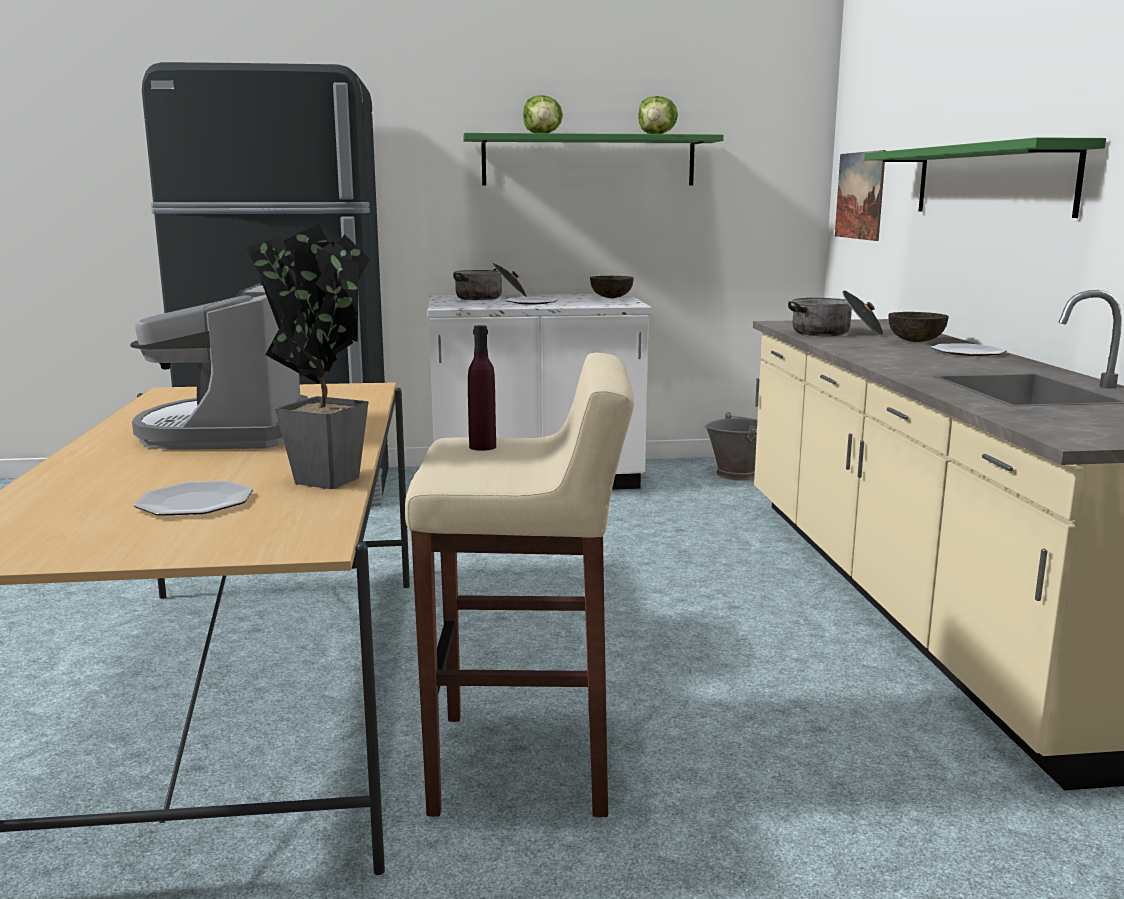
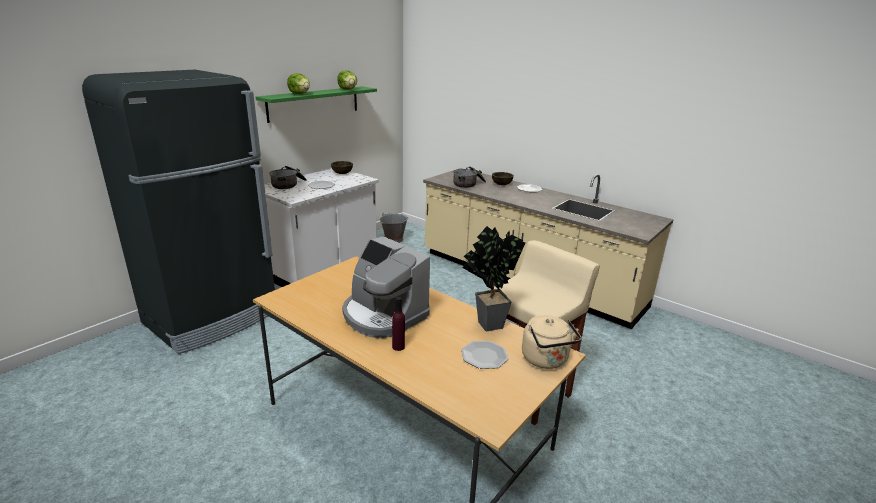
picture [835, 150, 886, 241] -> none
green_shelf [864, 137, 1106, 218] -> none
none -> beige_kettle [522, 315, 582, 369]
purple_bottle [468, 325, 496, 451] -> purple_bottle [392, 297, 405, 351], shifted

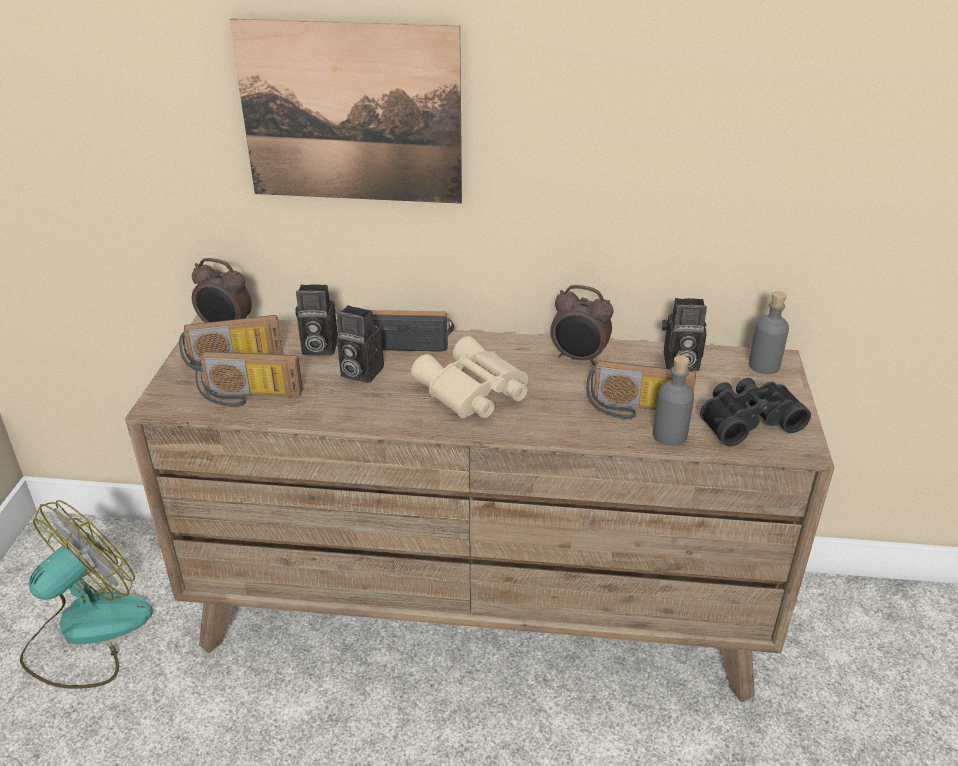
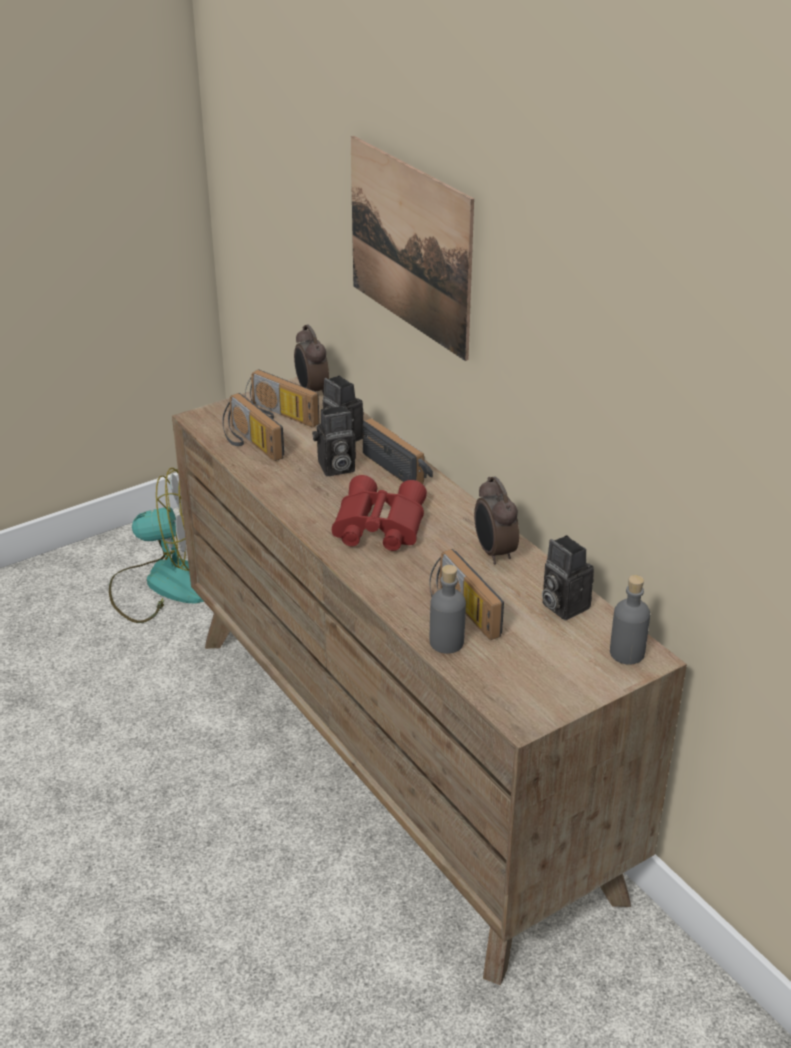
black_binoculars [700, 378, 811, 446] -> none
beige_binoculars [411, 336, 528, 418] -> red_binoculars [332, 475, 427, 551]
photo_camera [336, 305, 384, 383] -> photo_camera [312, 406, 356, 476], 90 degrees counterclockwise

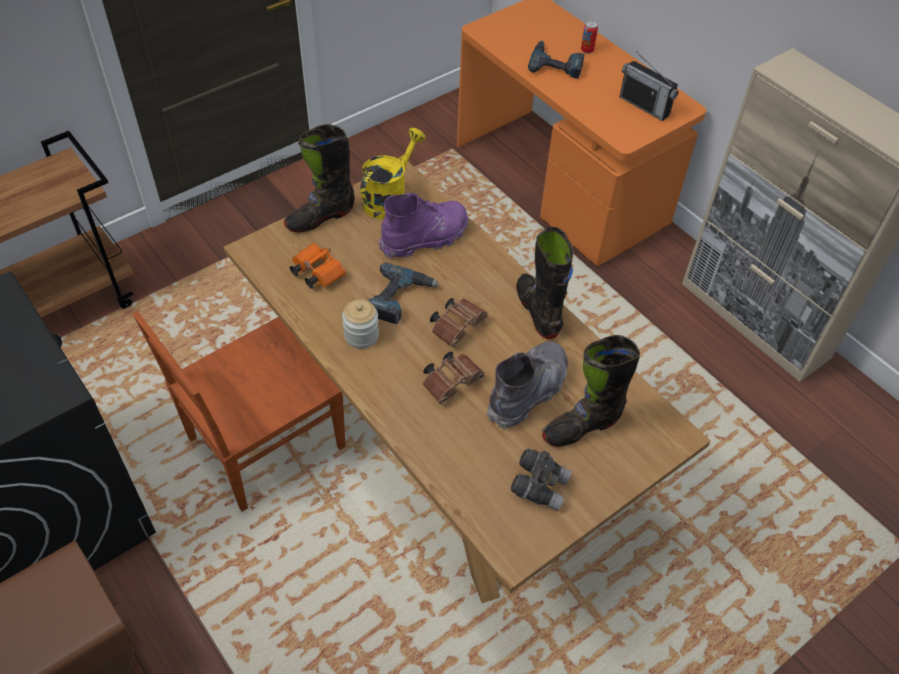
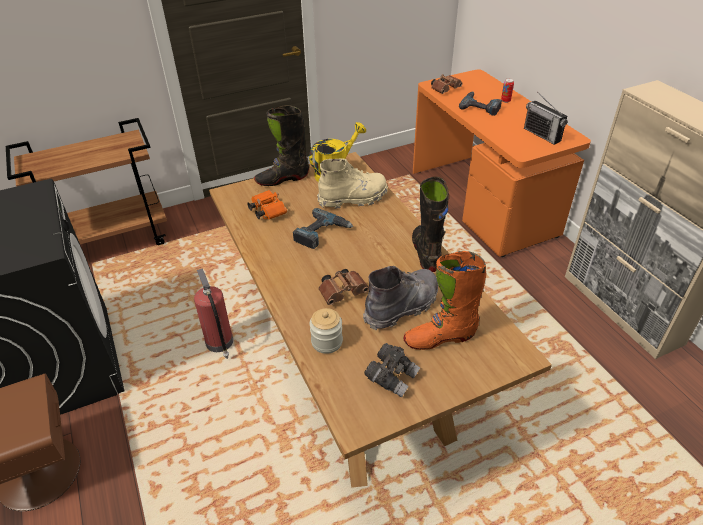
jar [342, 299, 379, 349] -> jar [310, 308, 343, 354], shifted
brown_binoculars [430, 298, 488, 347] -> brown_binoculars [431, 74, 463, 94], shifted
brown_chair [133, 312, 345, 512] -> fire_extinguisher [194, 268, 233, 359]
purple_boot [379, 193, 469, 259] -> beige_boot [317, 158, 388, 209]
black_boot [542, 335, 640, 447] -> orange_boot [404, 251, 486, 350]

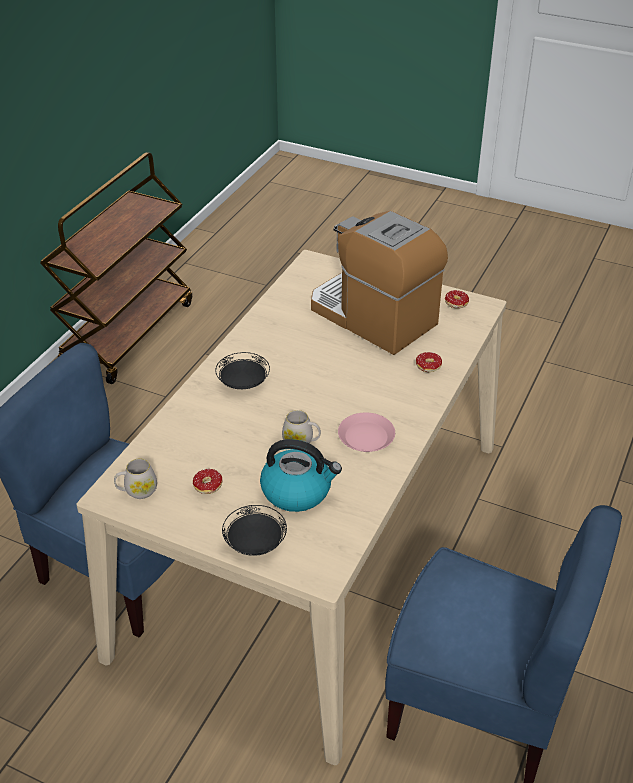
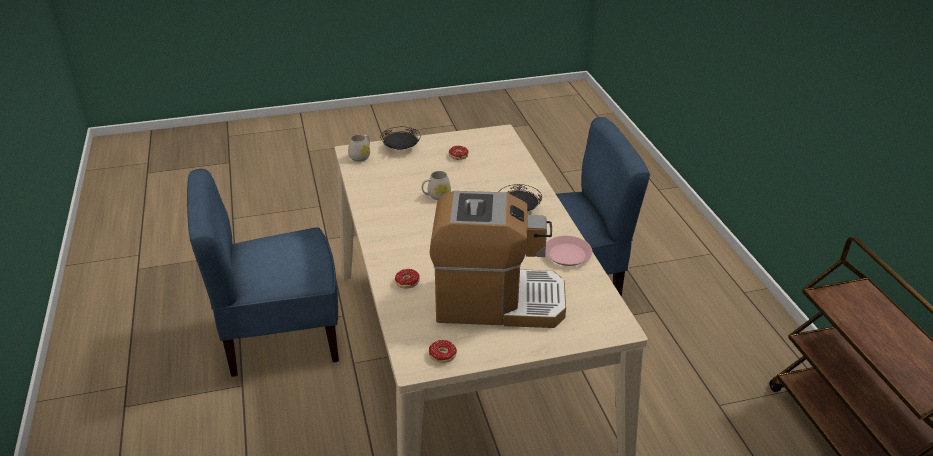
kettle [260, 439, 342, 512] -> none
white_mug [114, 459, 157, 499] -> white_mug [348, 134, 370, 162], shifted
pink_plate [338, 413, 395, 452] -> pink_plate [545, 236, 592, 266], shifted

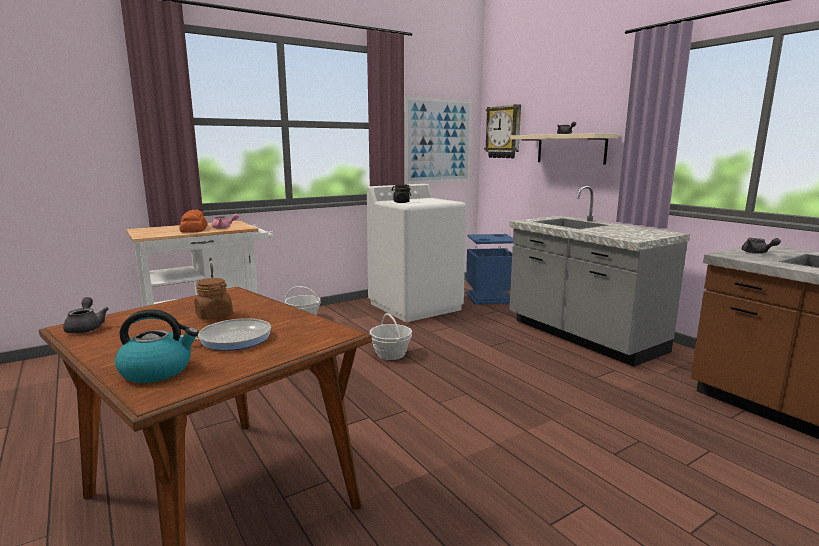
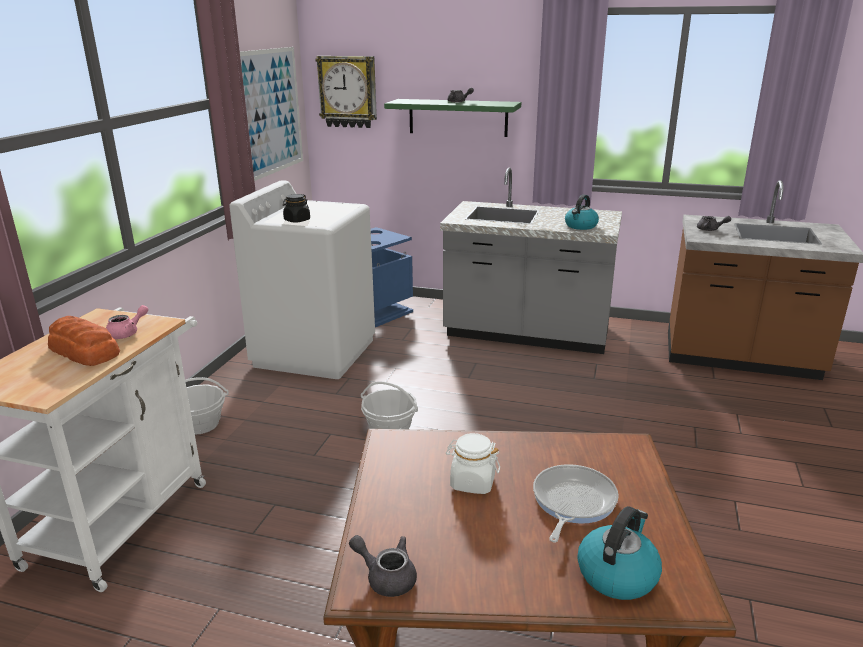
none -> kettle [565, 195, 599, 230]
brown_jar [194, 278, 233, 320] -> white_jar [446, 433, 500, 494]
beige_shelf [510, 133, 619, 164] -> green_shelf [384, 99, 521, 137]

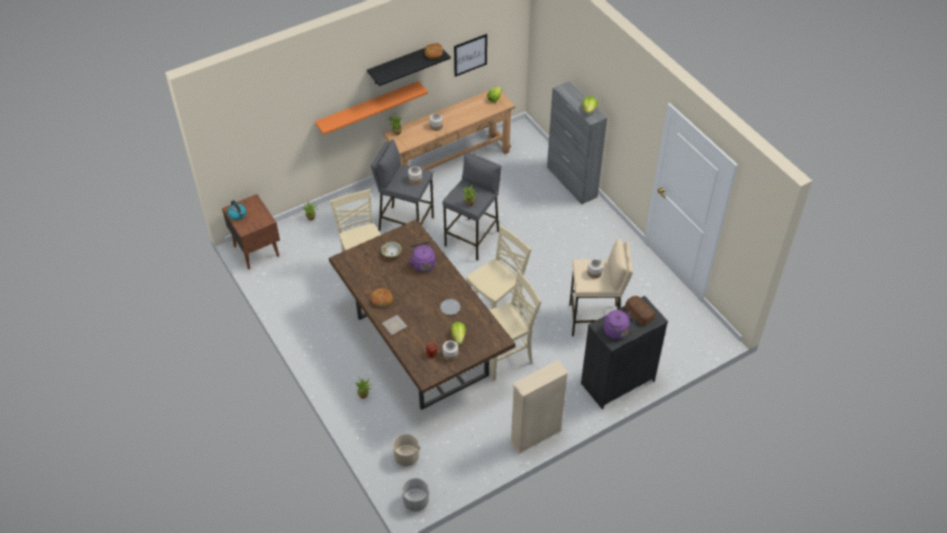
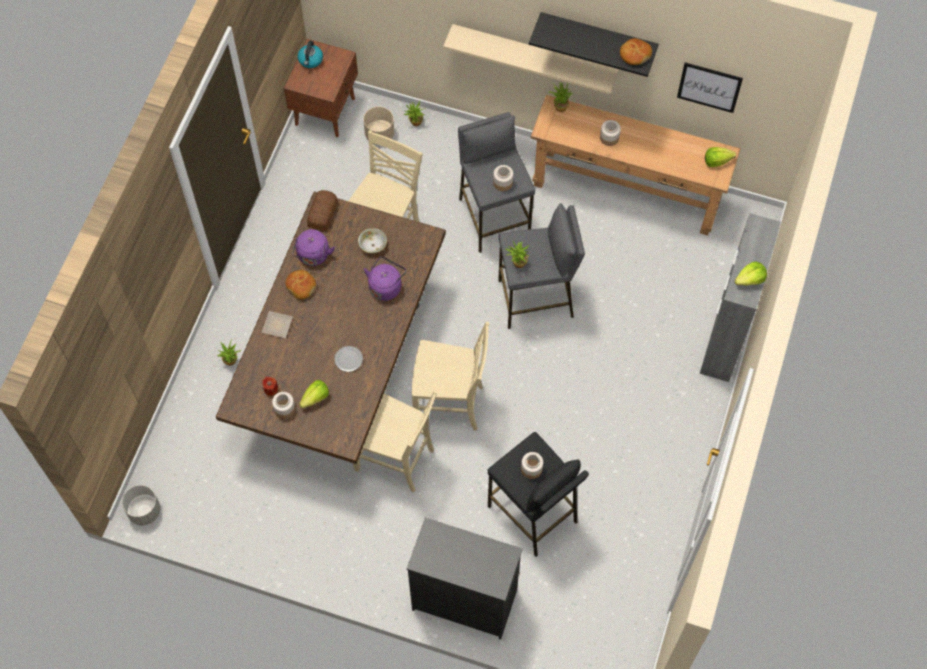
beige_bookcase [510, 360, 568, 454] -> none
beige_planter [393, 434, 419, 466] -> beige_planter [363, 107, 394, 144], shifted
purple_kettle [604, 310, 635, 339] -> purple_kettle [292, 229, 335, 266], shifted
bread [625, 296, 655, 326] -> bread [307, 190, 338, 231], shifted
orange_shelf [315, 81, 428, 135] -> beige_shelf [443, 24, 618, 94]
beige_stool [569, 238, 633, 336] -> black_stool [487, 432, 589, 557]

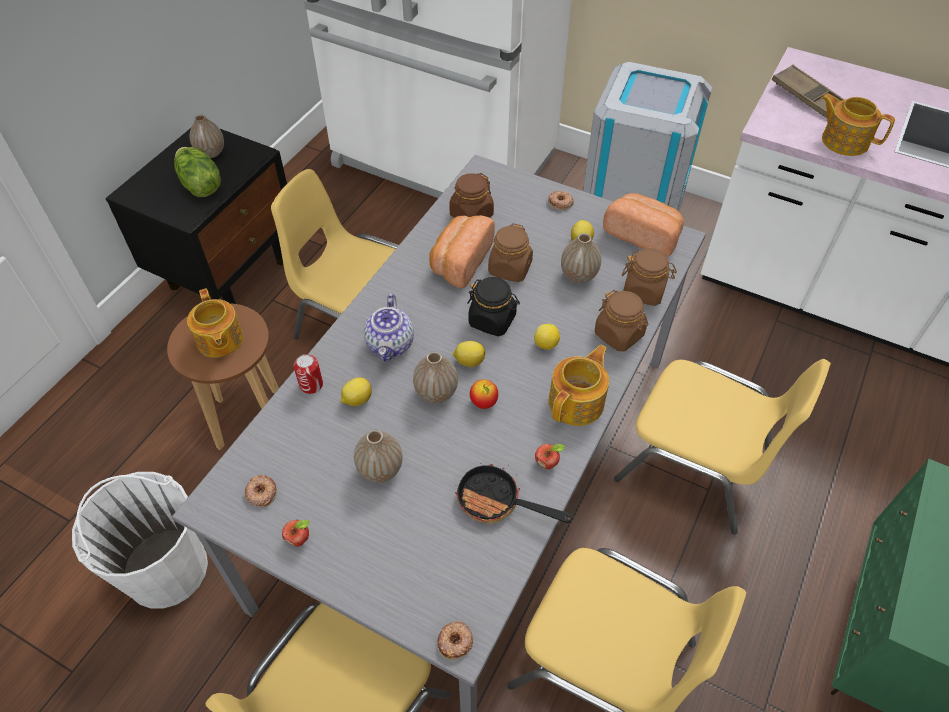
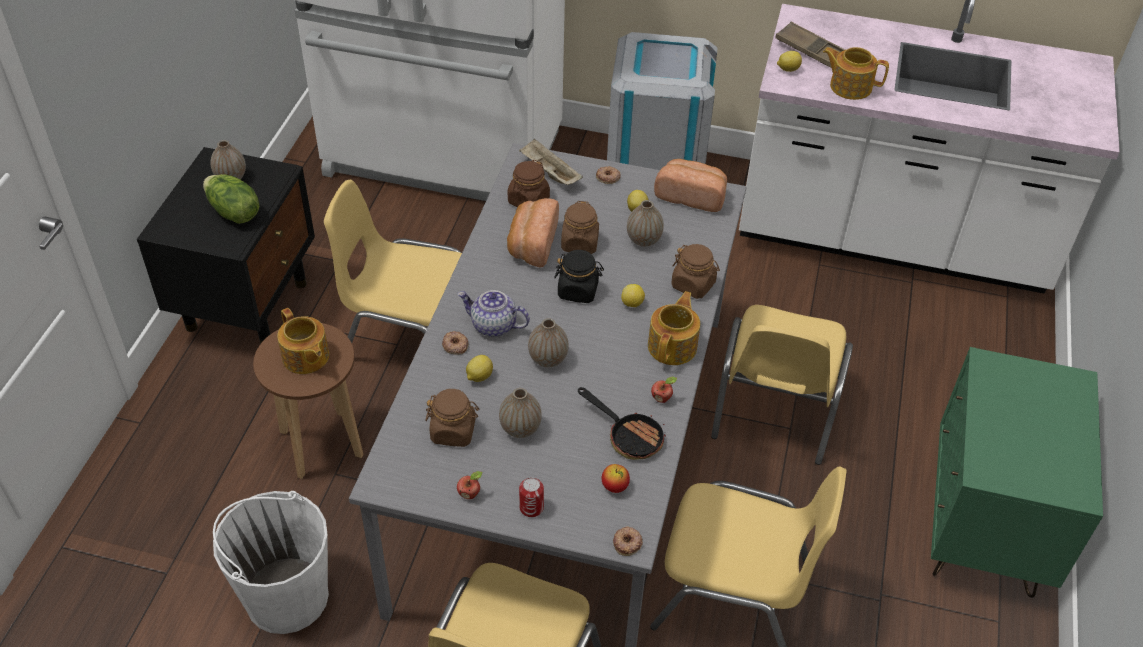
none -> beige_tray [519, 139, 583, 185]
donut [245, 475, 277, 507] -> donut [442, 331, 469, 355], shifted
can [294, 354, 323, 394] -> can [519, 478, 544, 517], shifted
lemon [453, 341, 485, 367] -> lemon [777, 51, 802, 72], shifted
apple [470, 379, 498, 409] -> apple [602, 464, 630, 493], shifted
brown_jar [622, 248, 677, 306] -> brown_jar [425, 389, 480, 447], shifted
teapot [364, 294, 414, 362] -> teapot [458, 290, 530, 337], 120 degrees clockwise
frying_pan [455, 463, 573, 523] -> frying_pan [578, 387, 666, 460], 150 degrees counterclockwise
yellow_chair [614, 359, 830, 534] -> yellow_chair [711, 305, 853, 465], 90 degrees clockwise

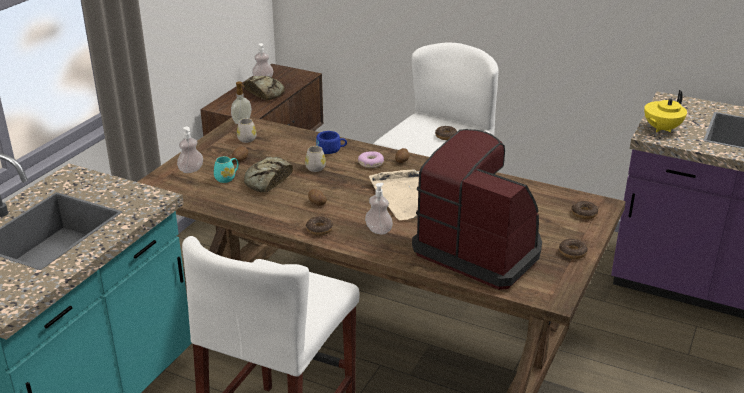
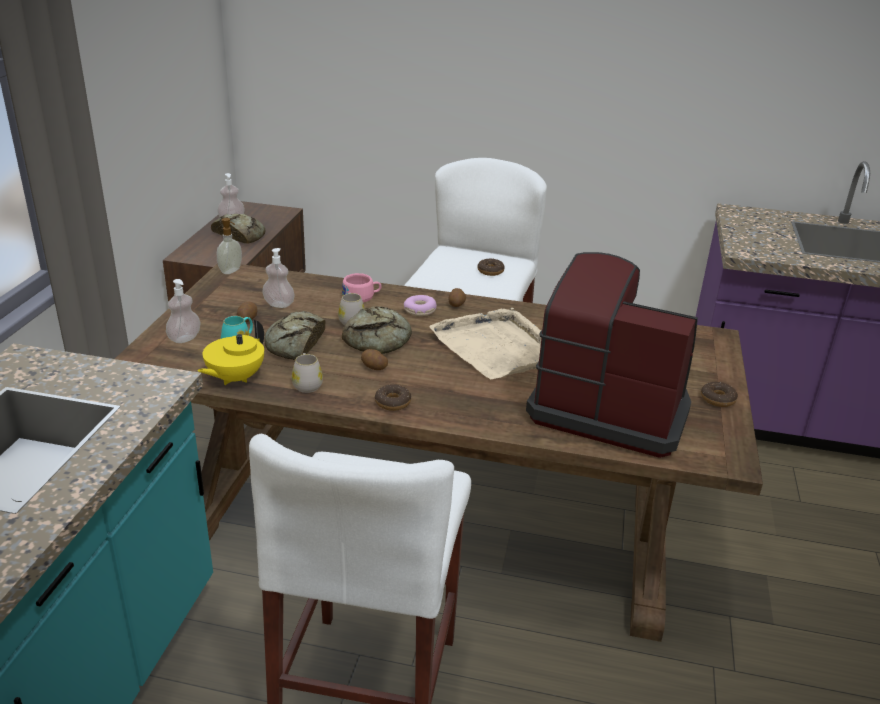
donut [571, 201, 598, 219] -> none
none -> bread [342, 306, 412, 354]
white_mug [237, 118, 256, 143] -> white_mug [292, 353, 323, 393], shifted
soap_dispenser [365, 183, 393, 235] -> soap_dispenser [262, 248, 295, 308], shifted
yellow_teapot [644, 90, 687, 132] -> yellow_teapot [197, 320, 264, 385], shifted
blue_cup [316, 131, 347, 154] -> pink_cup [342, 273, 382, 302]

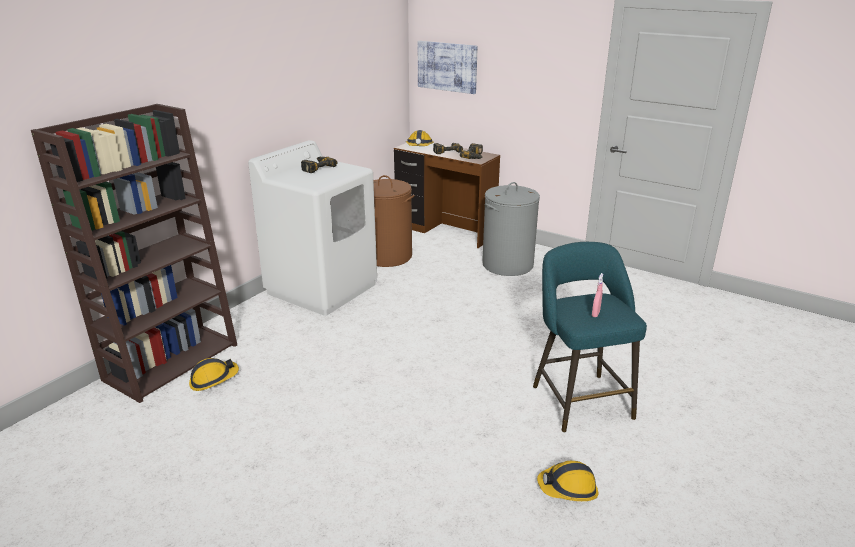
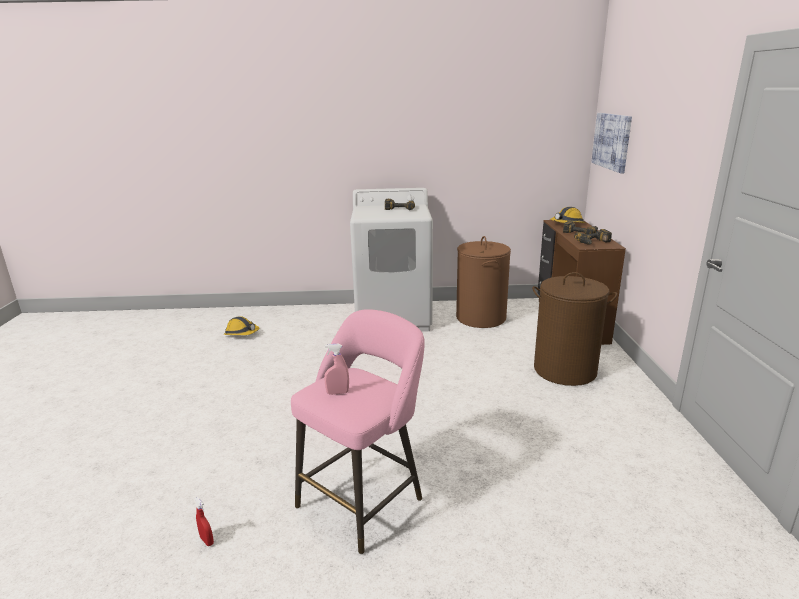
brown_bookcase [31, 104, 237, 403] -> none
hard_hat [537, 461, 598, 501] -> red_spray_bottle [194, 497, 214, 546]
grey_laundry_basket [482, 182, 540, 276] -> brown_laundry_basket [532, 272, 617, 386]
turquoise_stool [533, 242, 647, 433] -> pink_stool [291, 309, 425, 554]

